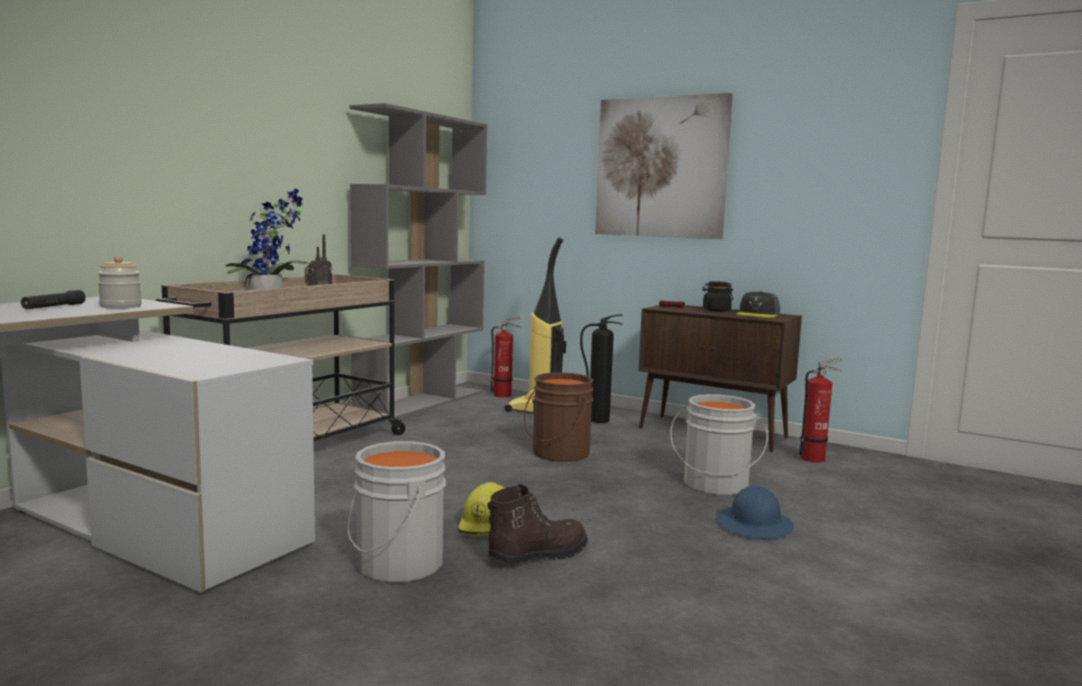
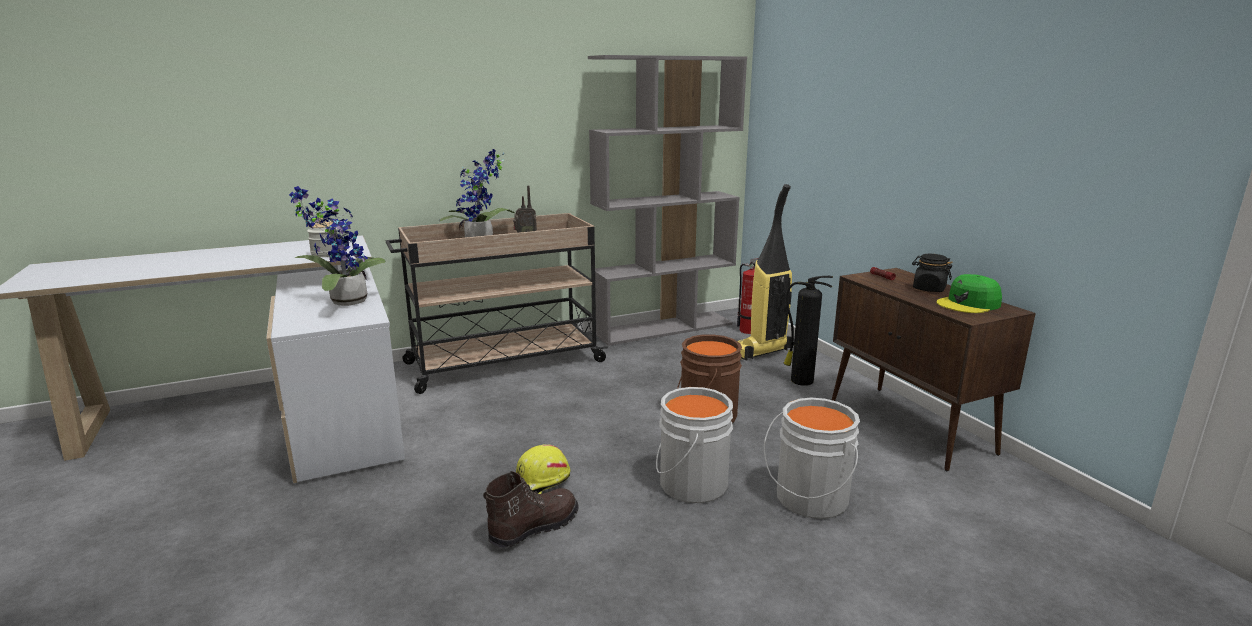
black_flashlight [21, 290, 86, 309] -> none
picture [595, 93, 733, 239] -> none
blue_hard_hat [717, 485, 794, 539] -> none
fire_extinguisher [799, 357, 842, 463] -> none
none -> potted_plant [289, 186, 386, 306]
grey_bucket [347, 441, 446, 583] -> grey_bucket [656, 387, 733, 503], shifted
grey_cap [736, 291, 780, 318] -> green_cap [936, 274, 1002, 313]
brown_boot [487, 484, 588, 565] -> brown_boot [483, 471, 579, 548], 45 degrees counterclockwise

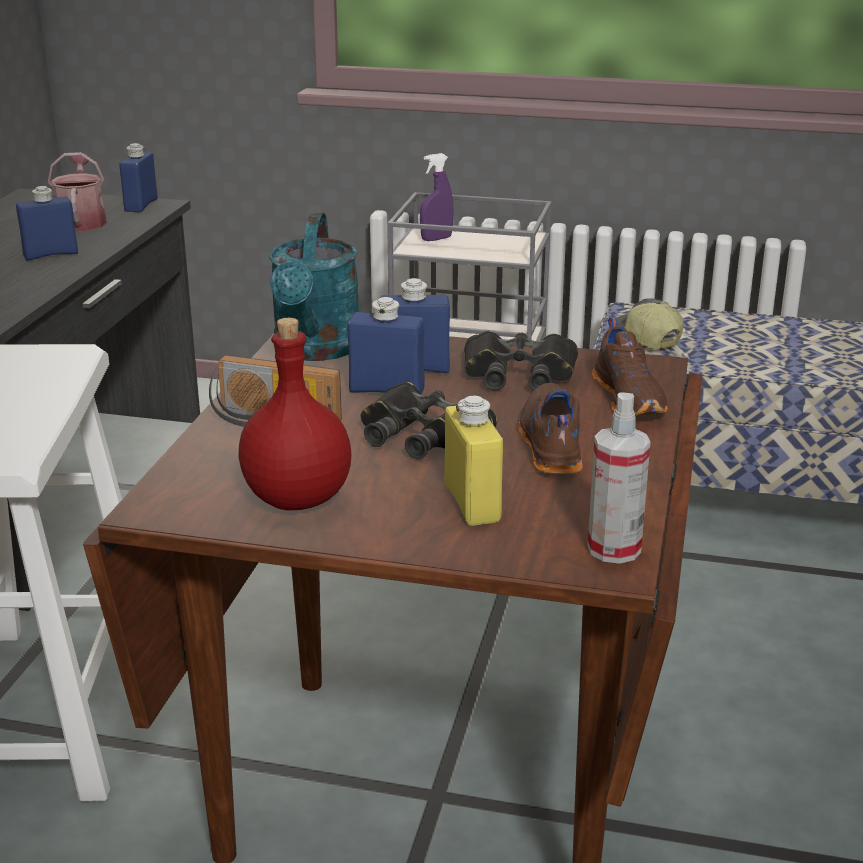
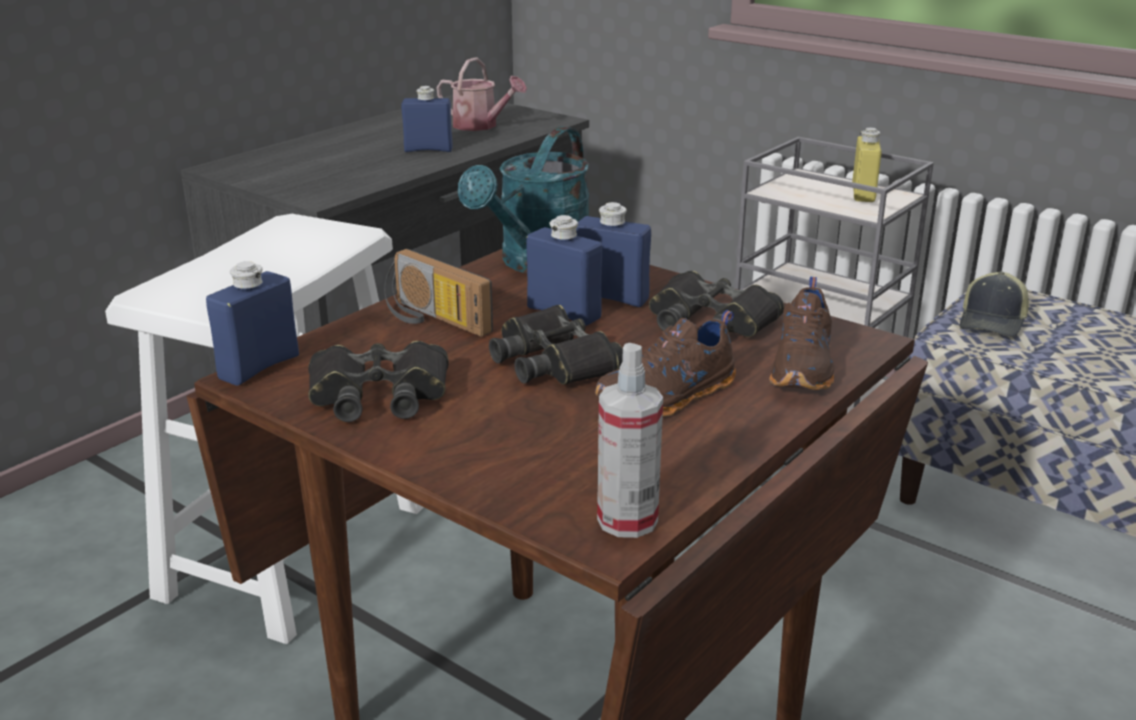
purple_spray_bottle [420, 153, 454, 241] -> none
blue_bottle [119, 143, 158, 212] -> blue_bottle [206, 261, 299, 386], shifted
yellow_bottle [444, 396, 503, 526] -> yellow_bottle [852, 128, 882, 202], shifted
red_bottle [239, 318, 351, 511] -> black_binoculars [308, 341, 449, 422]
watering_can [48, 152, 107, 231] -> watering_can [436, 57, 527, 131], 105 degrees clockwise
brown_shoe [519, 383, 583, 474] -> brown_shoe [595, 310, 736, 417], 150 degrees counterclockwise
cap [609, 298, 684, 349] -> cap [959, 271, 1029, 337], 150 degrees counterclockwise

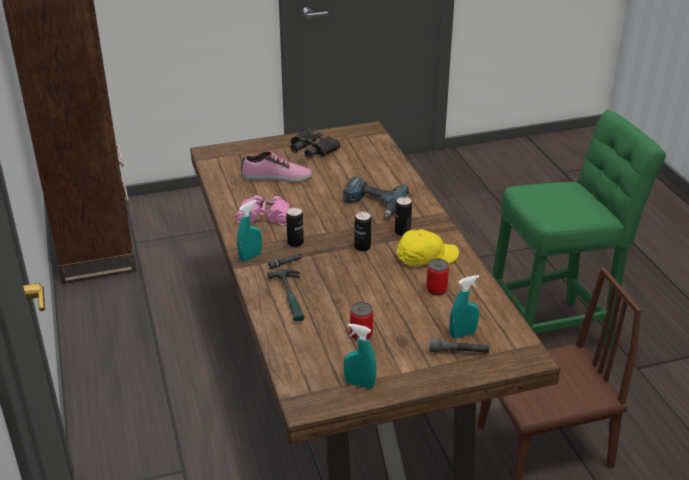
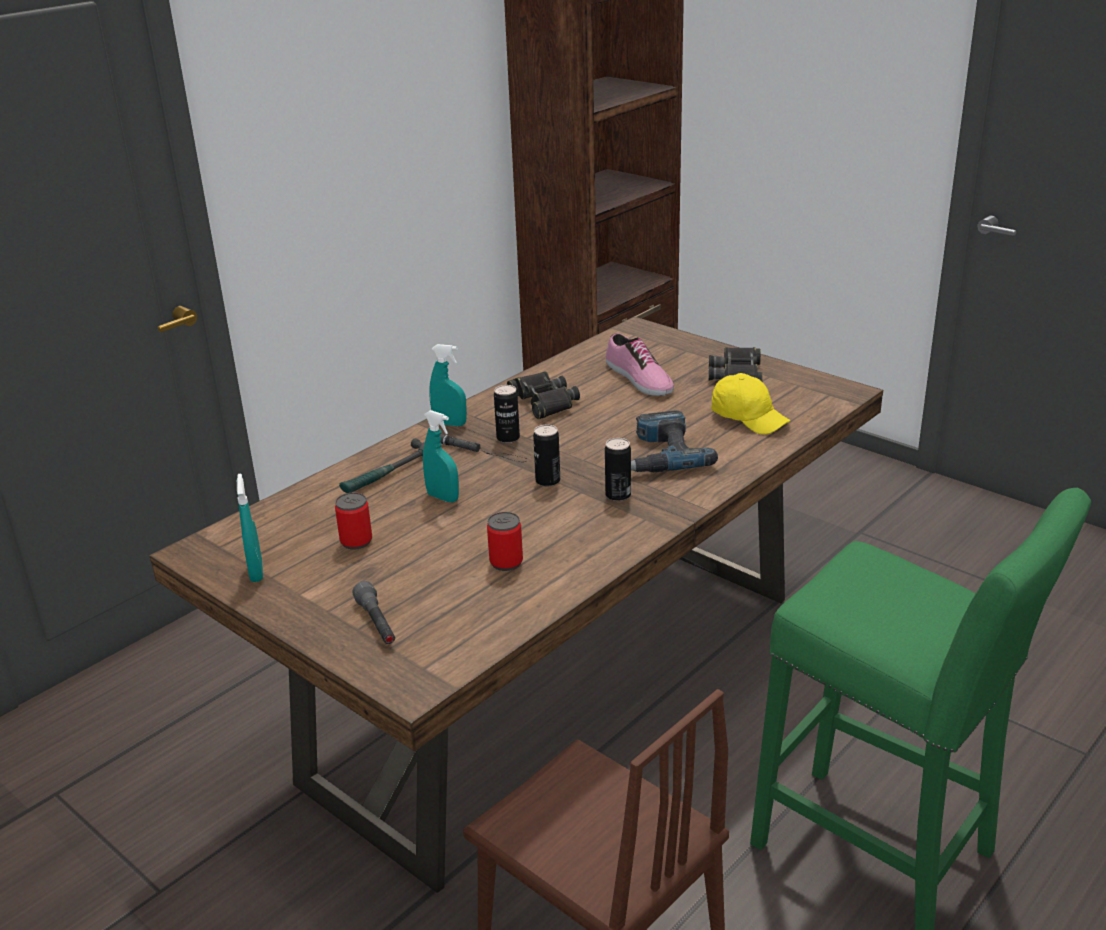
yellow_cap [397, 229, 459, 265] -> yellow_cap [711, 373, 790, 435], shifted
turquoise_spray_bottle [449, 275, 479, 338] -> turquoise_spray_bottle [423, 410, 459, 502], shifted
pink_binoculars [235, 195, 290, 226] -> black_binoculars [507, 371, 580, 419]

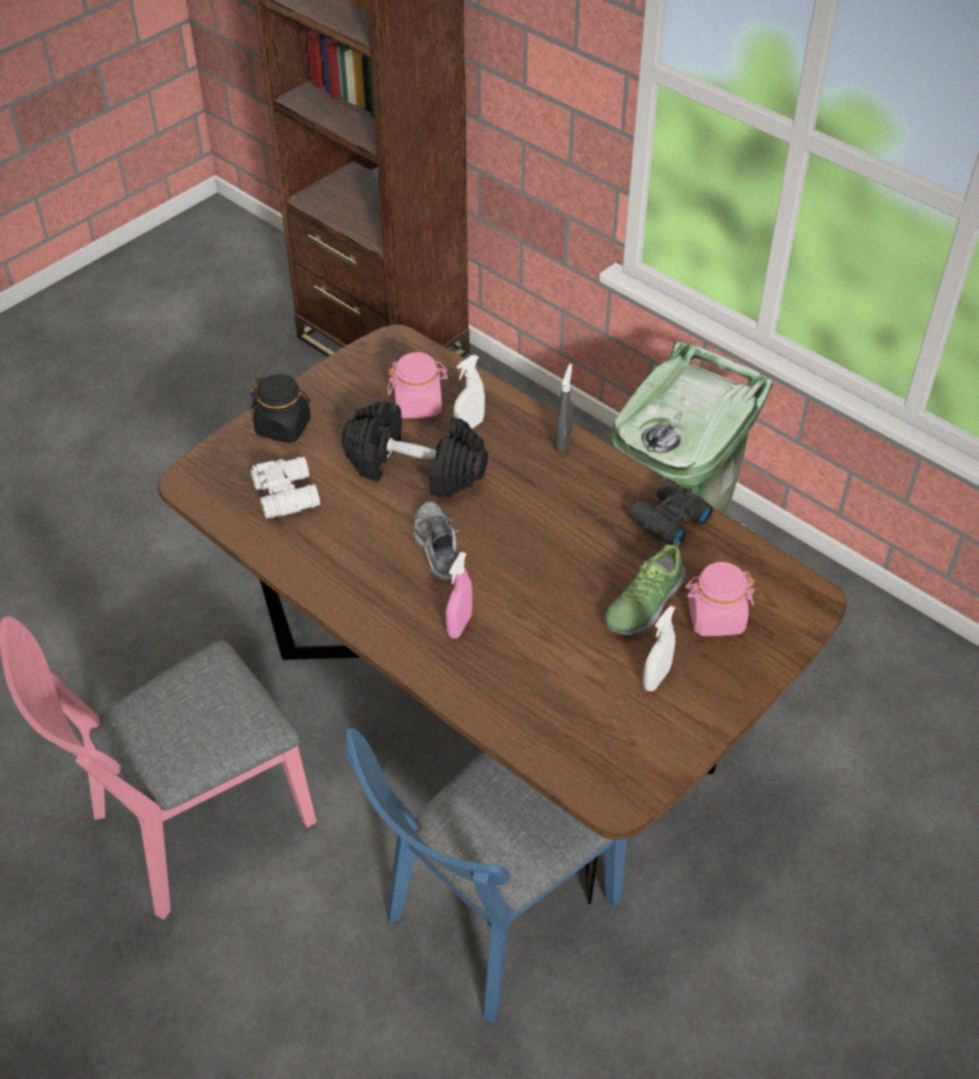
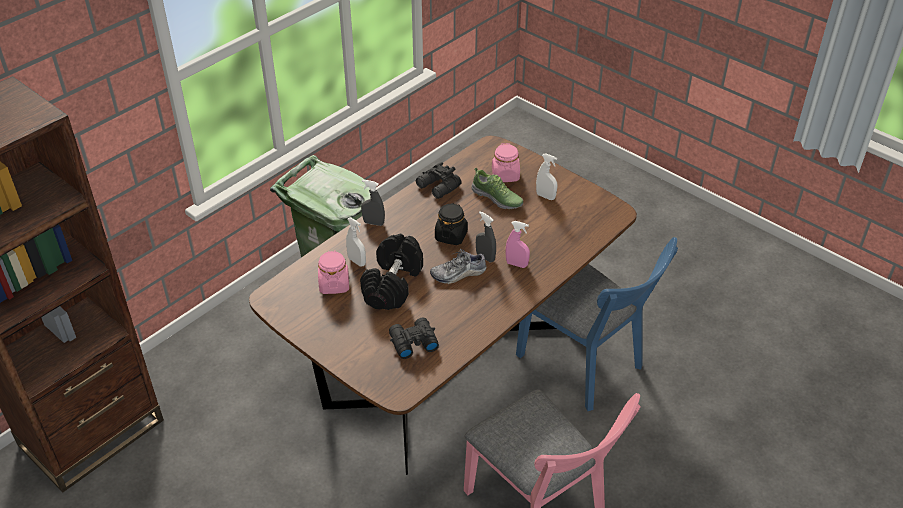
none -> grey_spray_bottle [476, 211, 496, 262]
black_jar [251, 374, 311, 443] -> black_jar [435, 203, 468, 245], shifted
white_binoculars [251, 457, 320, 519] -> black_binoculars [389, 317, 439, 359]

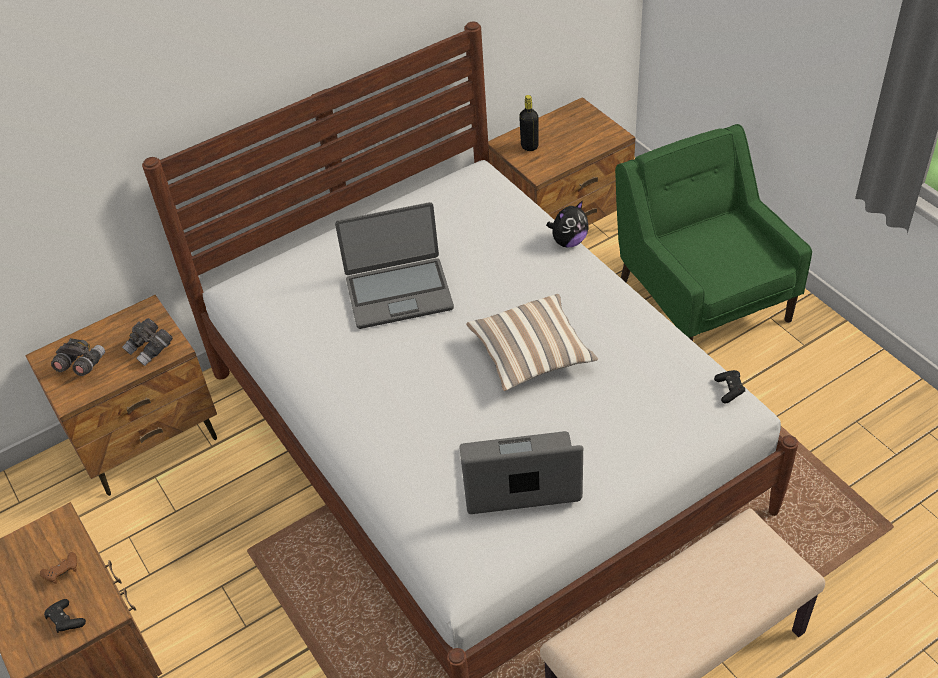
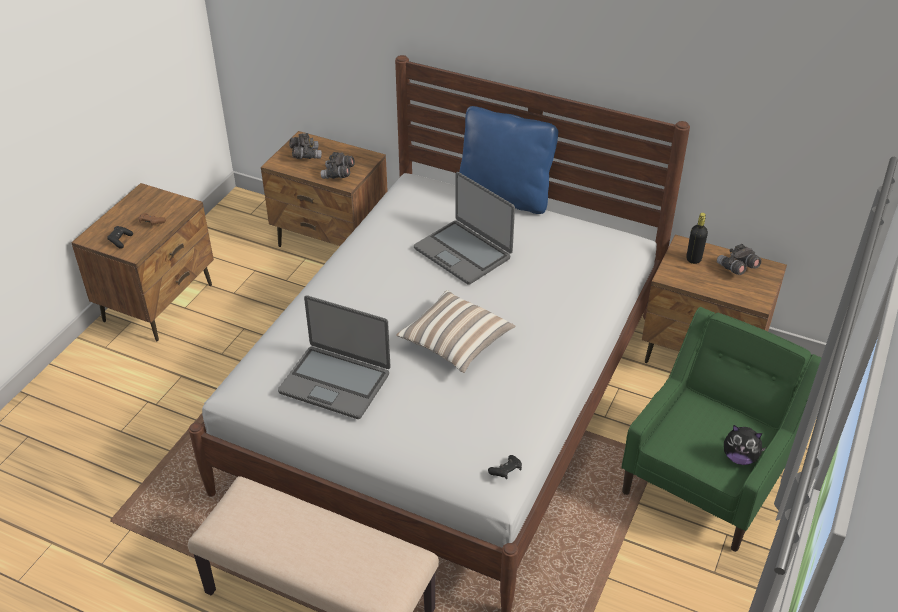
none -> blue_pillow [459, 106, 558, 214]
none -> grey_binoculars [717, 244, 761, 275]
plush_toy [546, 201, 588, 248] -> plush_toy [724, 425, 766, 465], shifted
laptop [459, 431, 583, 514] -> laptop [278, 295, 391, 419], 150 degrees clockwise

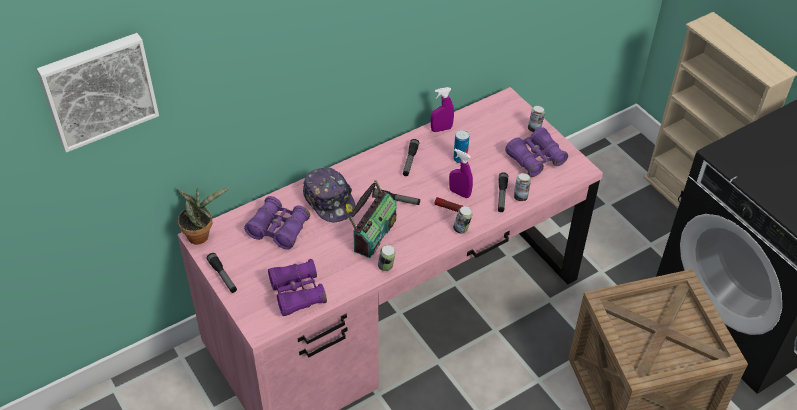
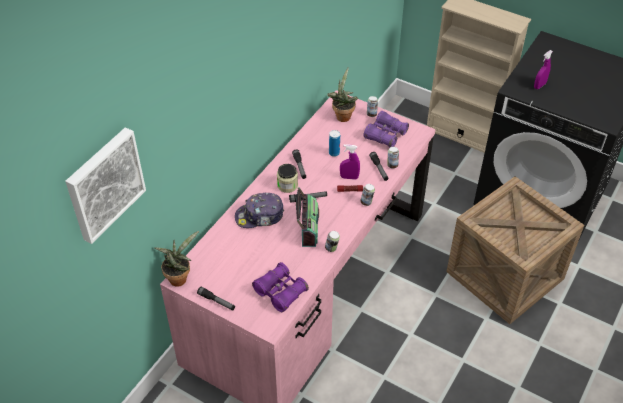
purple_binoculars [244, 196, 310, 250] -> none
none -> jar [277, 164, 298, 193]
none -> potted_plant [327, 67, 358, 122]
purple_spray_bottle [431, 87, 454, 132] -> purple_spray_bottle [534, 50, 553, 89], shifted
cap [303, 167, 355, 222] -> cap [235, 193, 284, 228], 135 degrees clockwise

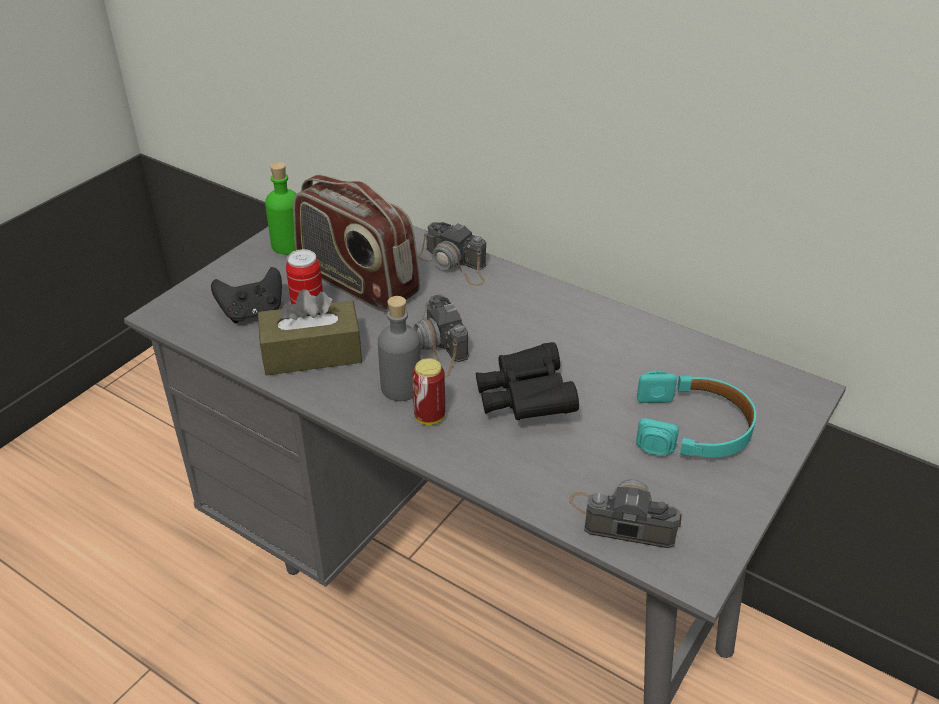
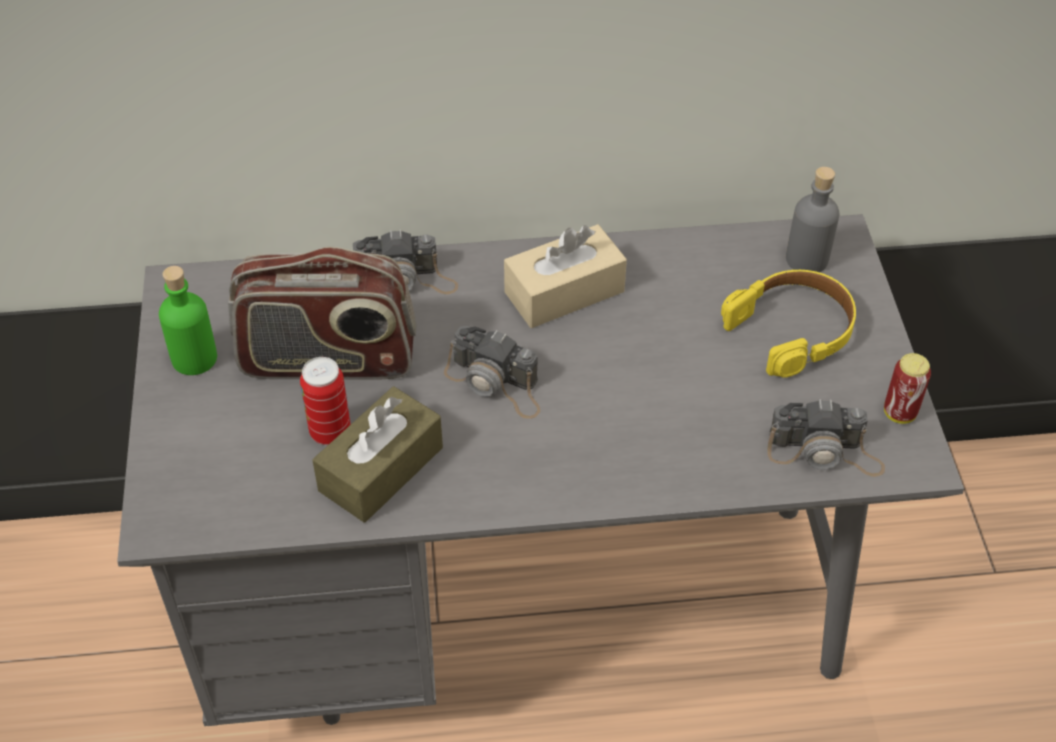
black_game_controller [211, 267, 282, 323] -> none
black_binoculars [476, 342, 579, 420] -> none
none -> beige_tissue_box [504, 224, 627, 328]
grey_bottle [378, 296, 421, 401] -> grey_bottle [786, 167, 839, 272], shifted
can [412, 358, 445, 425] -> can [884, 353, 931, 424], shifted
turquoise_headphones [636, 371, 756, 458] -> yellow_headphones [721, 270, 856, 378]
photo_camera [569, 479, 682, 548] -> photo_camera [767, 399, 885, 477], 150 degrees counterclockwise

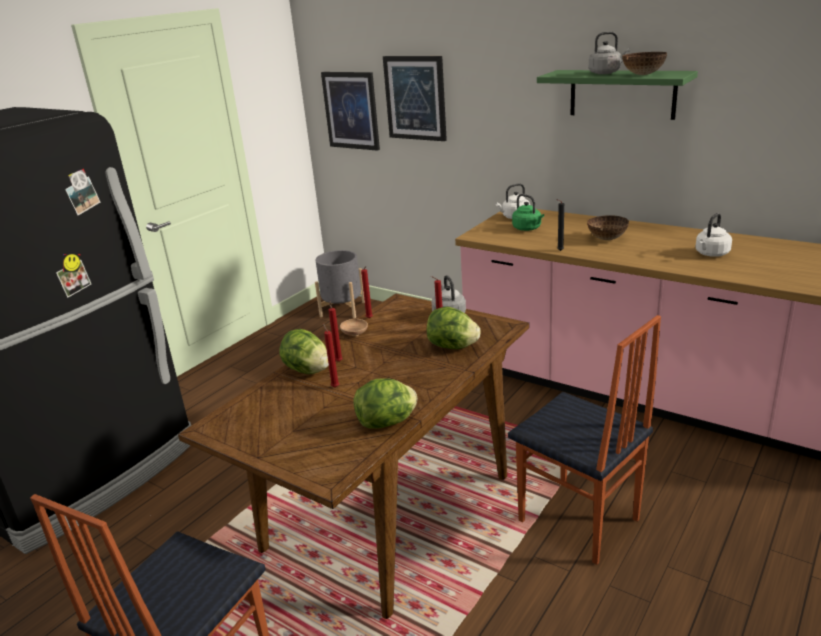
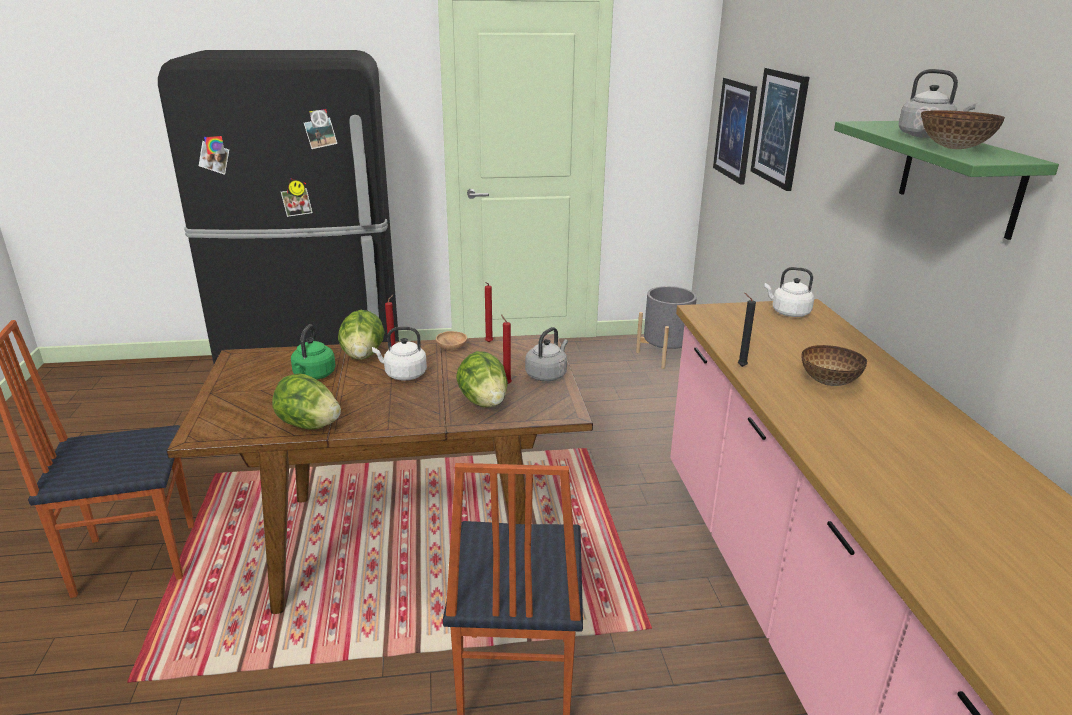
red_candle [323, 323, 339, 388] -> none
green_kettle [512, 194, 544, 231] -> green_kettle [291, 324, 336, 380], shifted
white_kettle [695, 213, 732, 257] -> white_kettle [372, 327, 427, 381], shifted

